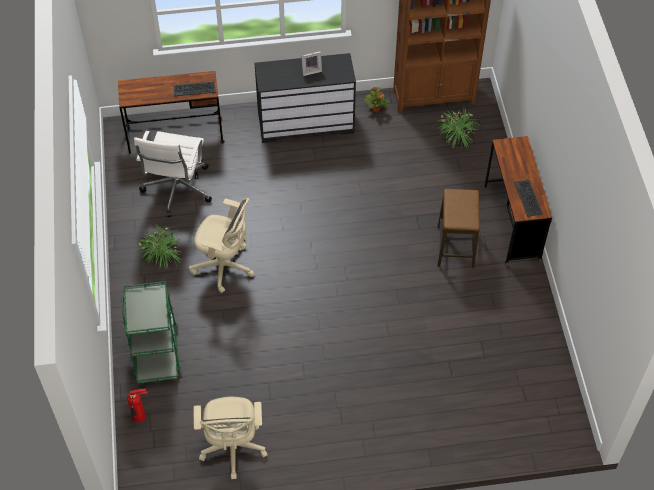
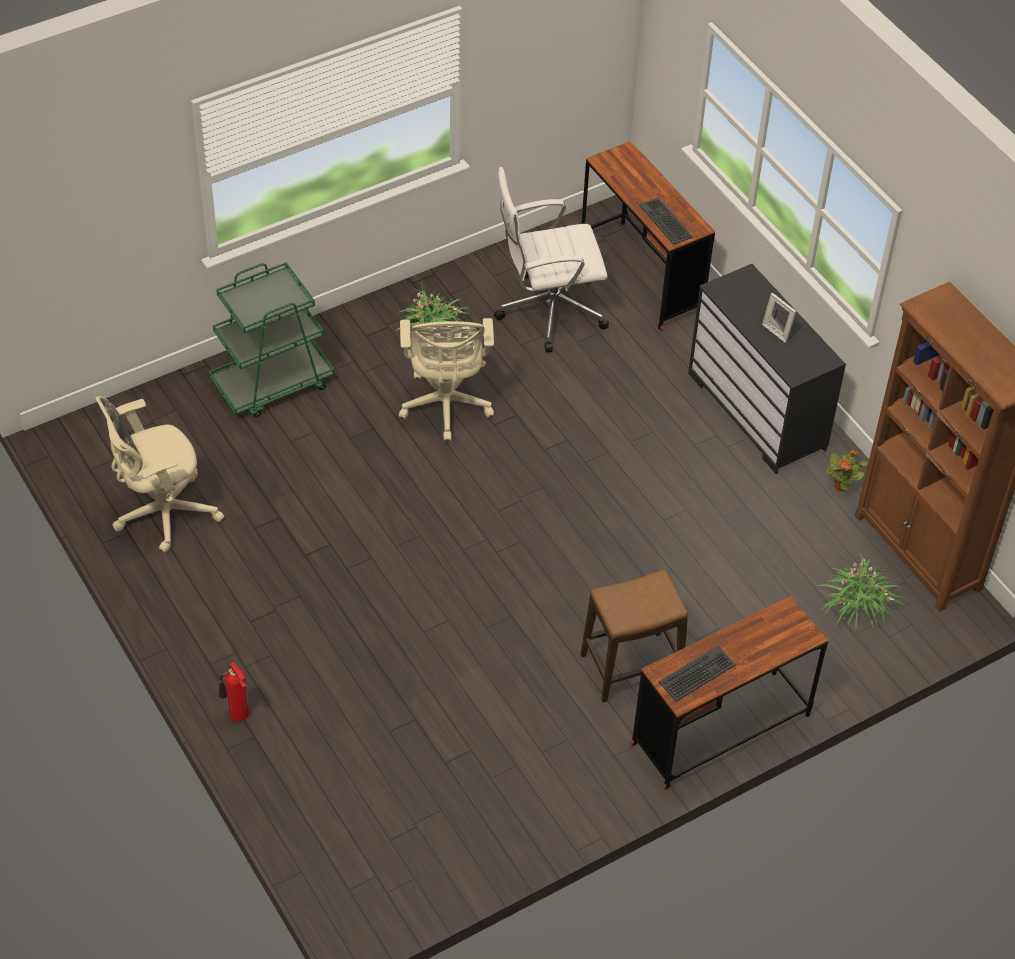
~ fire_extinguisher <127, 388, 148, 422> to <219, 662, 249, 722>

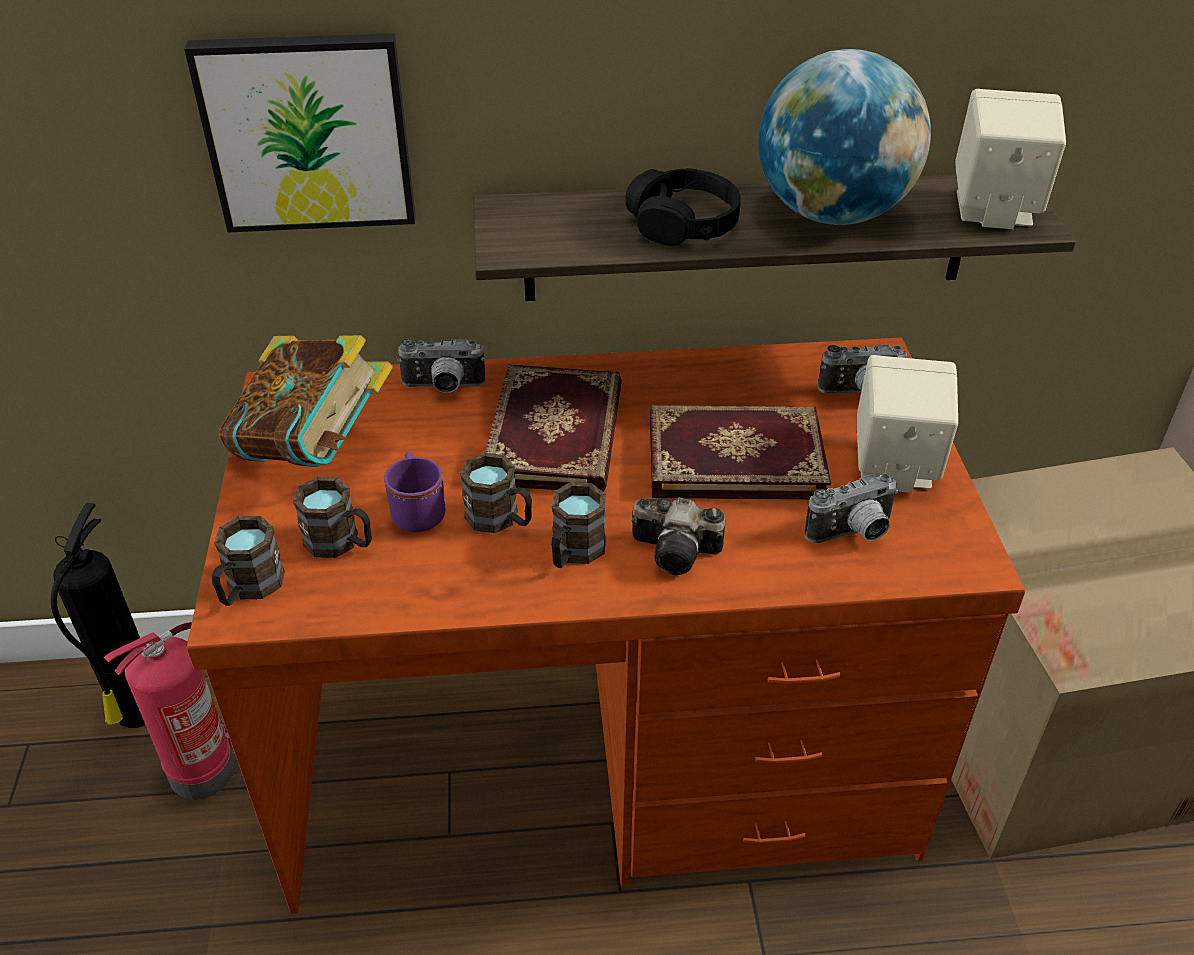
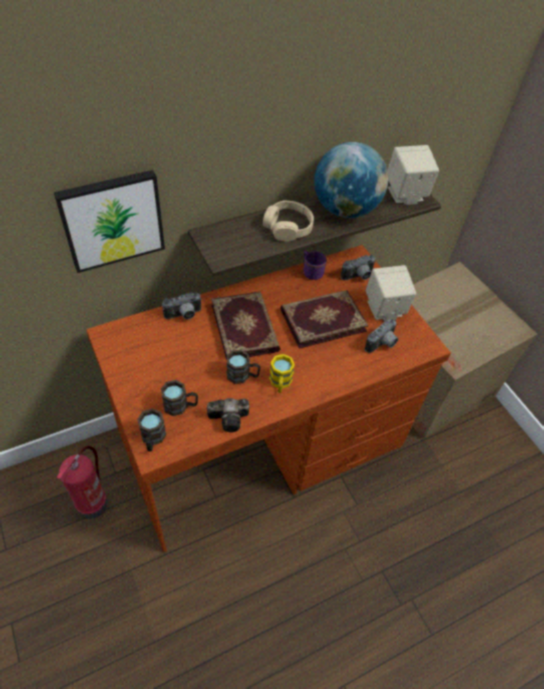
~ black_headphones <625, 168, 741, 246> to beige-coloured_headphones <263, 200, 314, 241>
- volume <219, 335, 393, 467>
~ purple-coloured_tea_mug <384, 452, 445, 532> to <303, 250, 327, 280>
~ brown-coloured_tea_mug <551, 482, 606, 568> to yellow_tea_mug <269, 354, 295, 393>
~ still_camera <632, 497, 726, 575> to <207, 398, 249, 432>
- fire_extinguisher <51, 503, 146, 728>

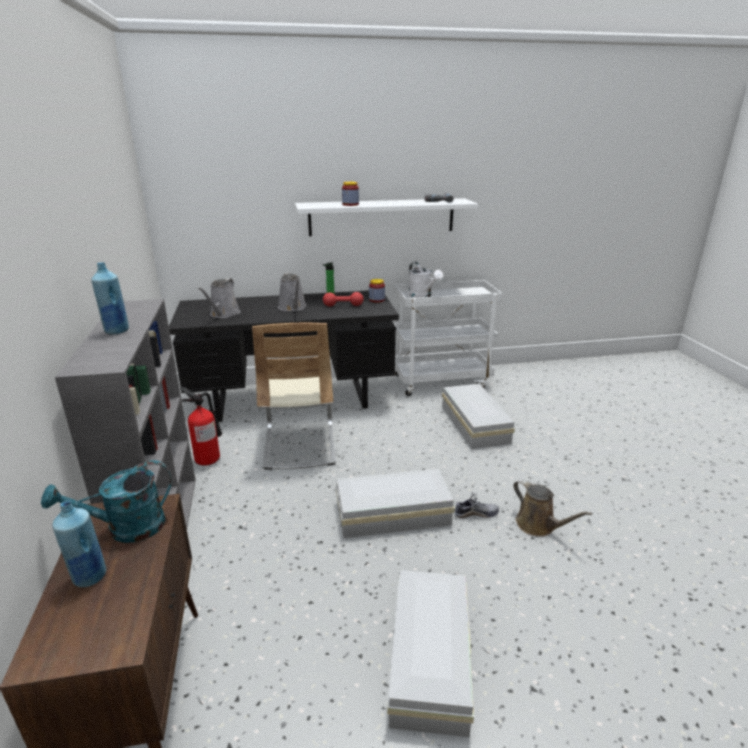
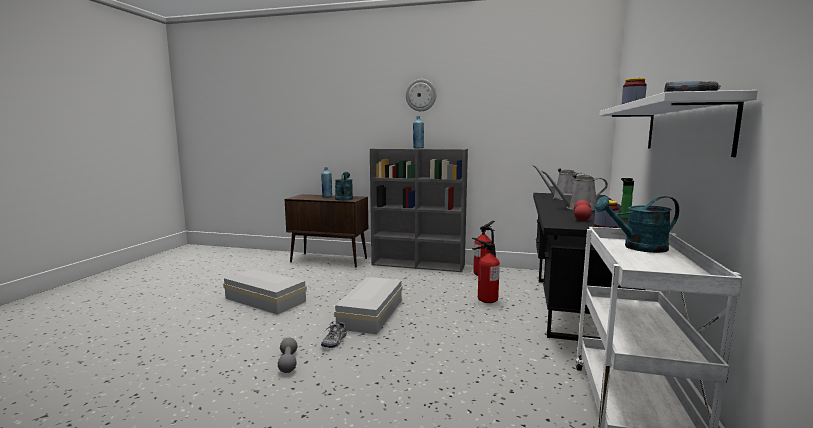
~ white-coloured_watering_pot <408, 262, 443, 298> to turquoise-coloured_watering_pot <595, 196, 679, 253>
~ beige-coloured_chair <252, 323, 336, 470> to fire_extinguisher <472, 238, 500, 303>
- white-coloured_storage_box <442, 384, 515, 449>
~ brown-coloured_watering_pot <513, 479, 592, 537> to grey_hand_weight <278, 338, 298, 373>
+ hanging_clock <406, 79, 436, 111>

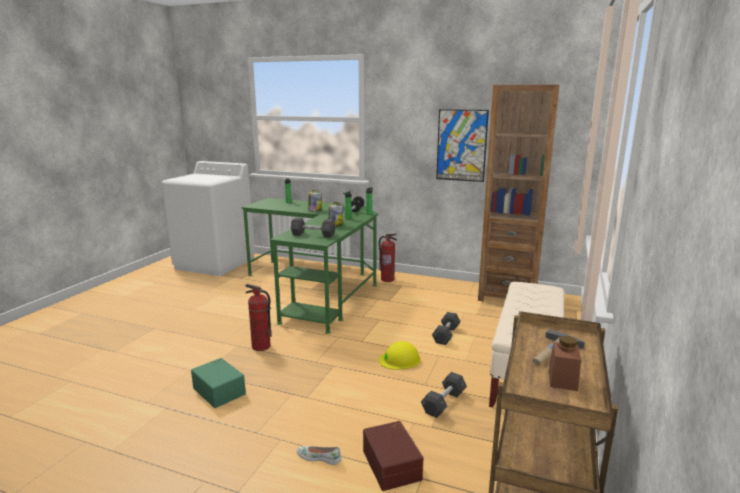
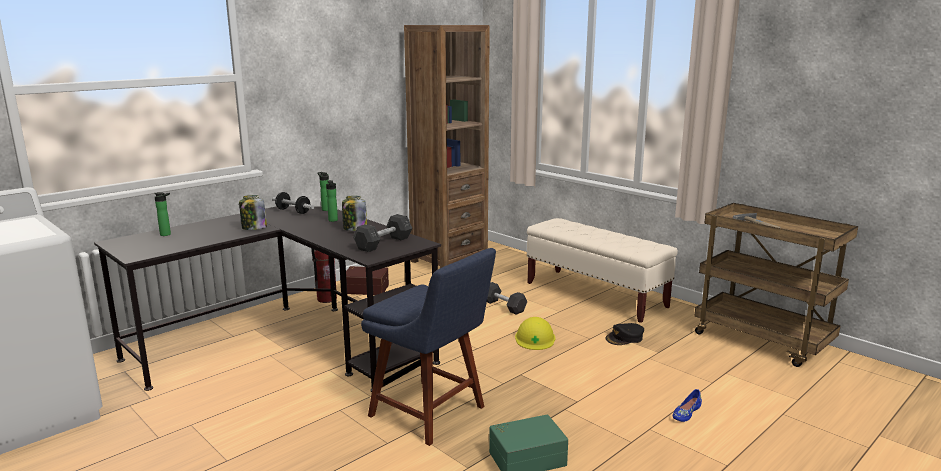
- wall_art <436, 109, 489, 182>
~ green_desk <241, 198, 378, 334> to black_desk <94, 206, 441, 392>
~ fire_extinguisher <245, 284, 272, 351> to blue_chair <361, 248, 496, 446>
- brown-coloured_preserve_jar <549, 336, 581, 391>
~ grey_hand_weight <421, 372, 467, 418> to black_cap <605, 323, 644, 345>
~ brown-coloured_storage_box <363, 421, 423, 491> to <346, 266, 389, 295>
~ white-coloured_item_of_footwear <297, 446, 342, 465> to blue_item_of_footwear <673, 389, 702, 422>

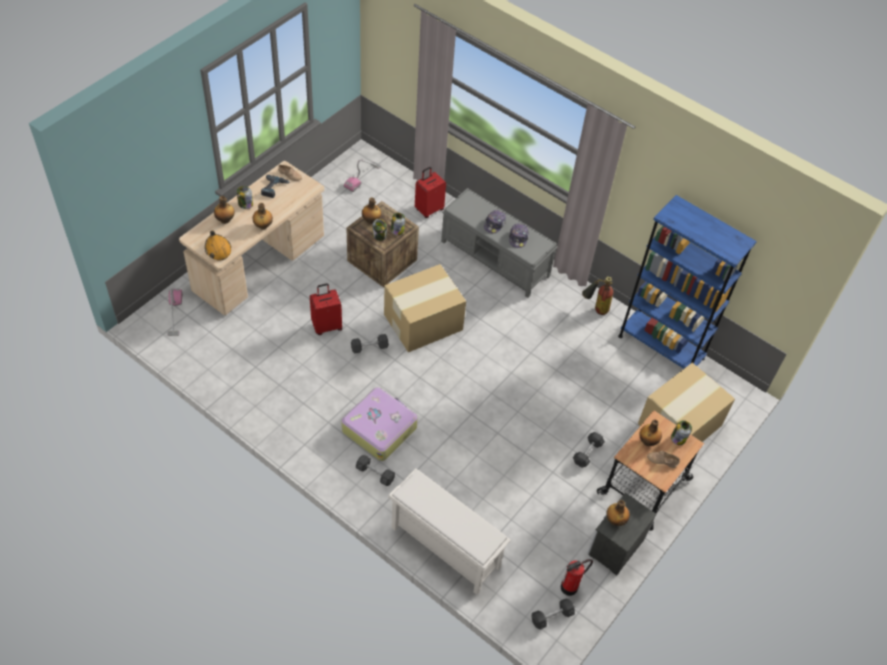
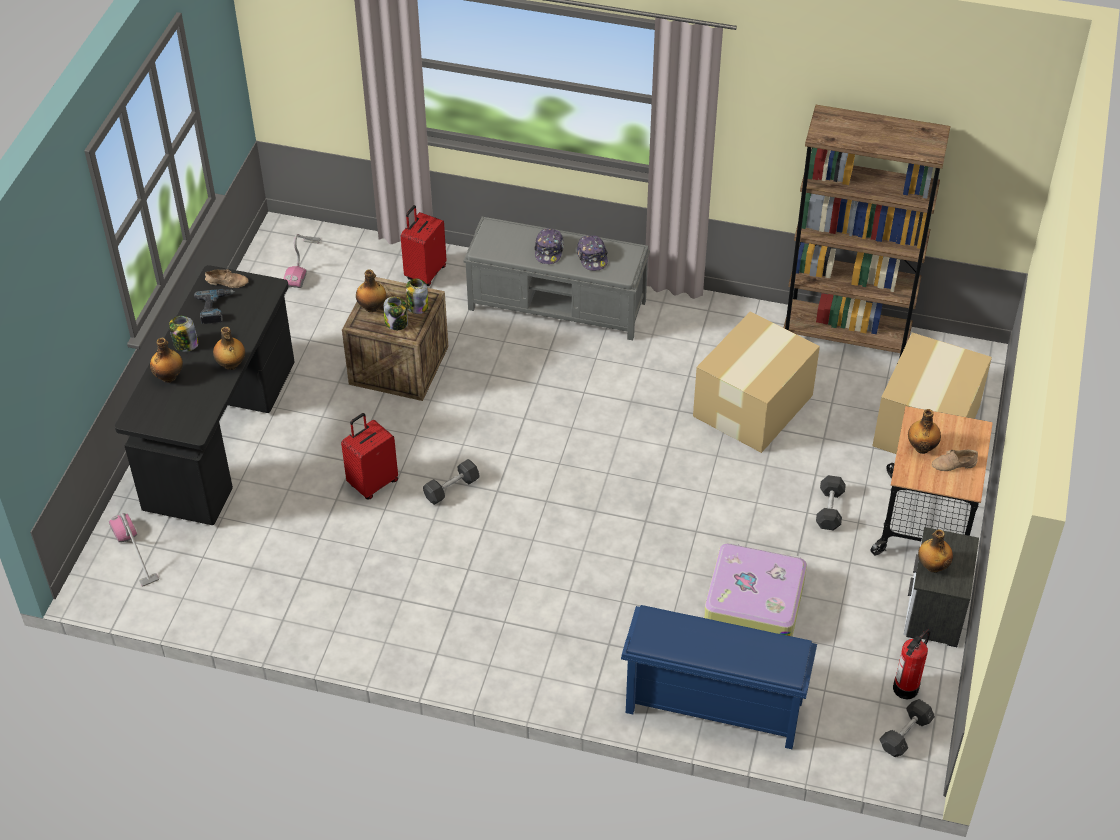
~ beige-coloured_desk <179, 161, 324, 315> to black_desk <115, 265, 295, 525>
~ blue_shelving_unit <618, 195, 757, 369> to brown-coloured_shelving_unit <783, 105, 951, 359>
- orangey_safety_helmet <205, 230, 231, 261>
~ cardboard_box <384, 264, 466, 352> to <693, 311, 820, 453>
- fire_extinguisher <582, 276, 613, 315>
~ piece_of_luggage <341, 387, 418, 461> to <704, 542, 807, 637>
- preserve_jar <671, 420, 692, 445>
- grey_hand_weight <356, 455, 395, 486>
~ white-coloured_shoe_shelf <388, 468, 511, 595> to blue_shoe_shelf <621, 605, 817, 749>

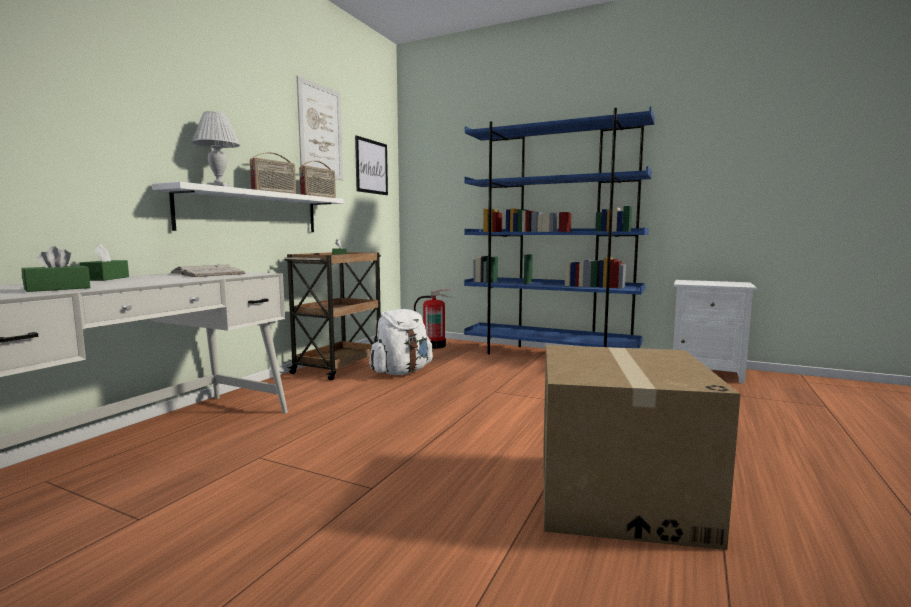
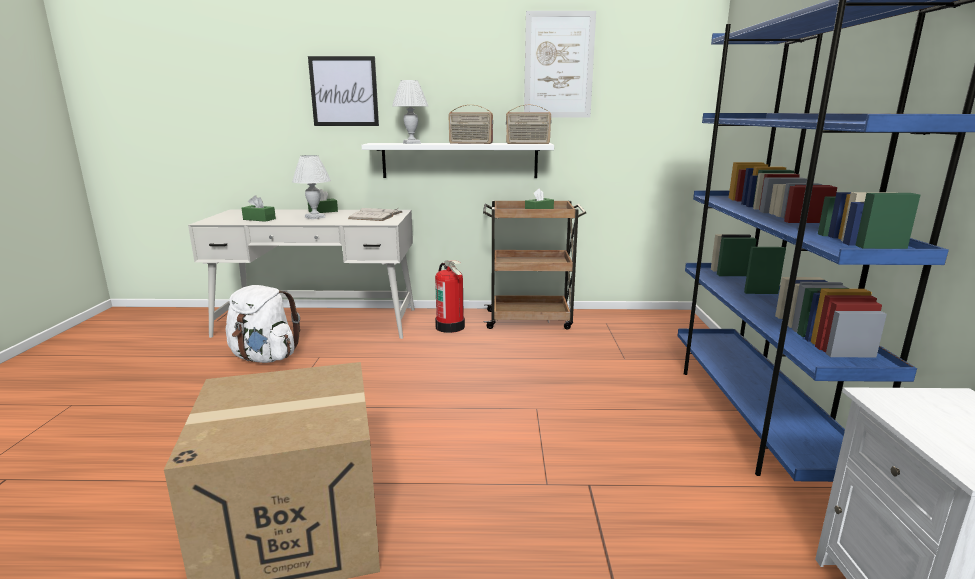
~ wall_art <355, 136, 388, 195> to <308, 56, 379, 126>
~ fire_extinguisher <414, 289, 455, 349> to <435, 260, 465, 333>
~ white-coloured_backpack <369, 309, 433, 375> to <226, 285, 300, 363>
+ white-coloured_table_lamp <292, 155, 331, 219>

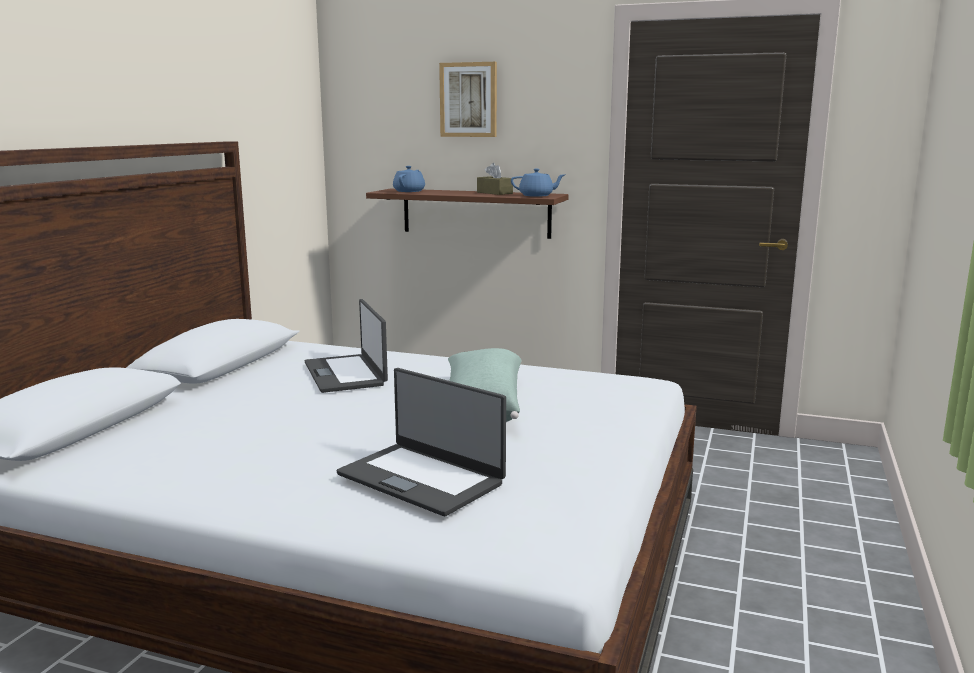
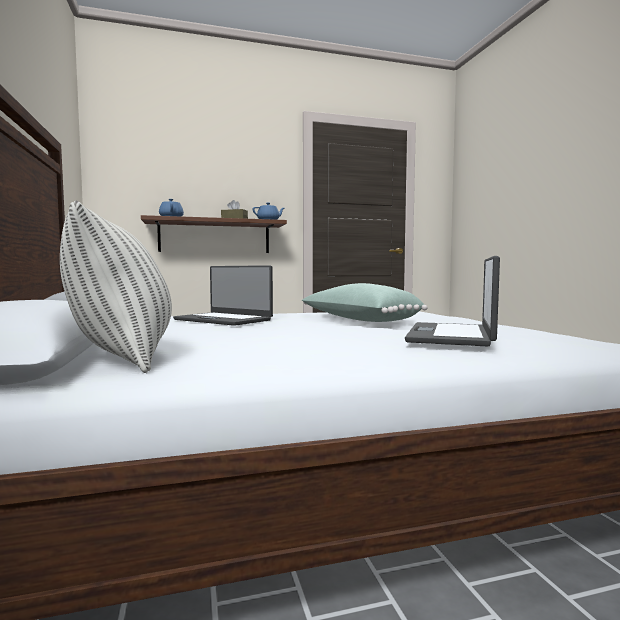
- wall_art <439, 62, 497, 137>
~ portable_computer <336, 368, 506, 516> = <405, 256, 500, 346> 105 degrees clockwise
+ cushion <60, 201, 172, 373>

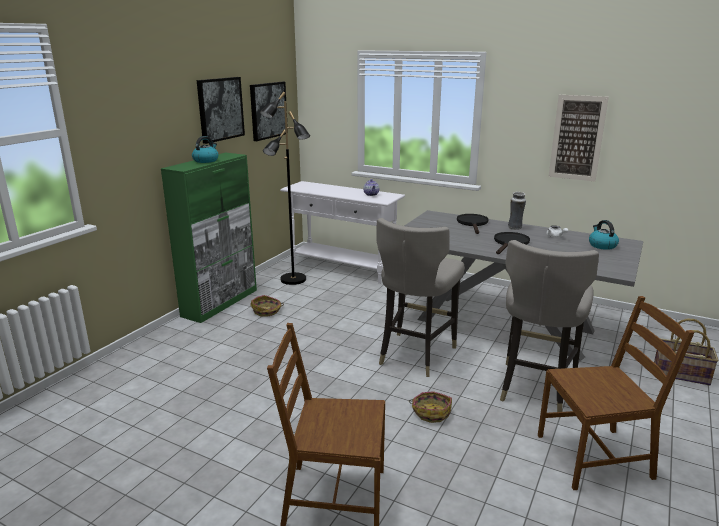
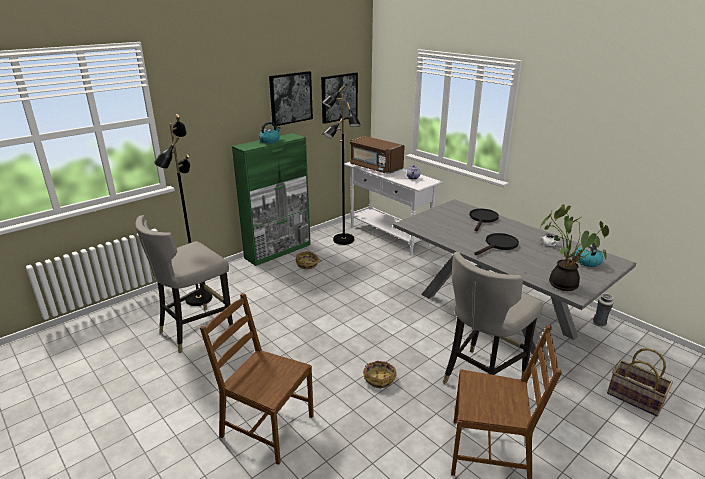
- wall_art <549, 95, 609, 181>
~ decorative_vase <508, 192, 526, 230> to <593, 293, 614, 327>
~ grey_sitting_stool <376, 218, 465, 377> to <135, 215, 233, 353>
+ black_standard_lamp <154, 114, 212, 306>
+ brown-coloured_kitchen_microwave <350, 136, 405, 174>
+ potted_plant <540, 204, 609, 291>

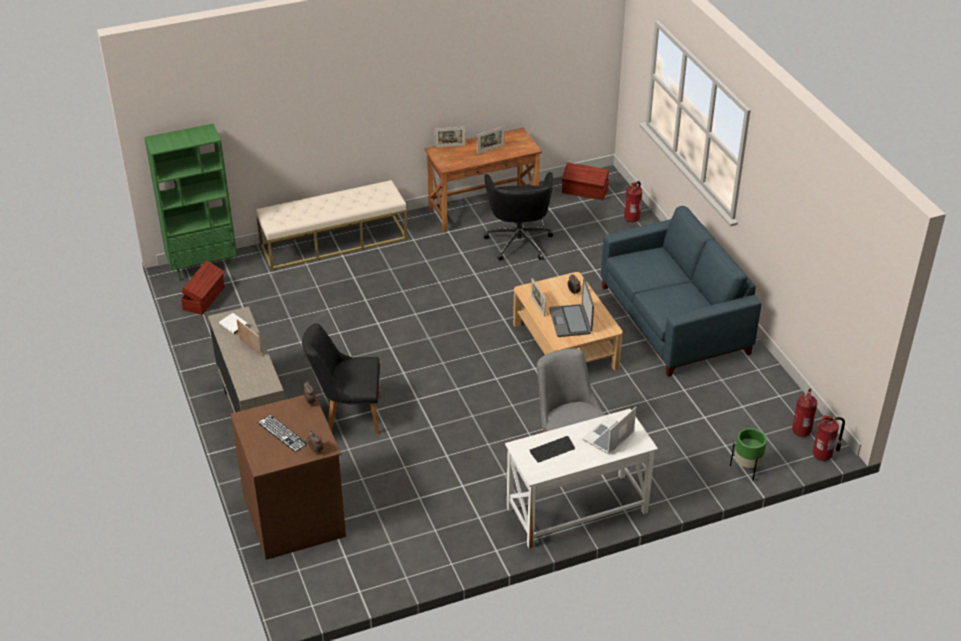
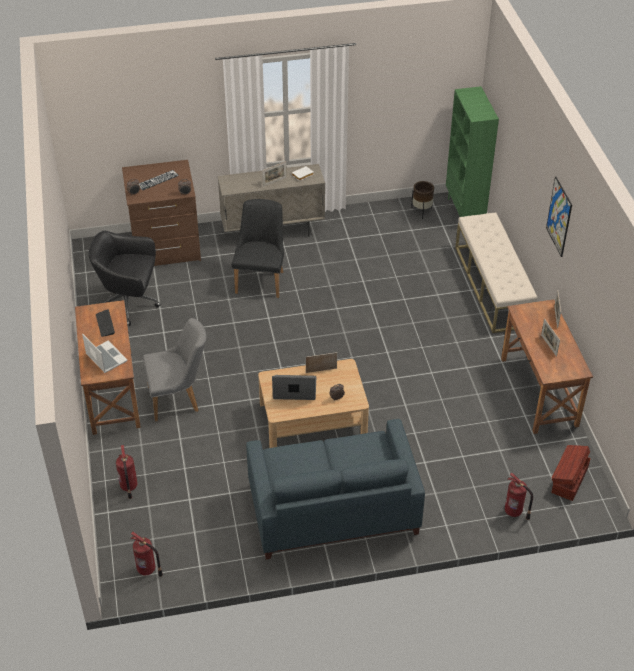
~ black_office_chair <484, 172, 553, 261> to <89, 230, 160, 326>
~ brown-coloured_storage_box <181, 260, 225, 315> to brown-coloured_plant_pot <411, 181, 434, 219>
~ white-coloured_desk <505, 409, 658, 549> to brown-coloured_desk <75, 300, 141, 435>
~ fire_extinguisher <813, 416, 845, 461> to <116, 445, 137, 499>
- green_plant_pot <730, 428, 767, 481>
+ wall_art <546, 177, 572, 257>

